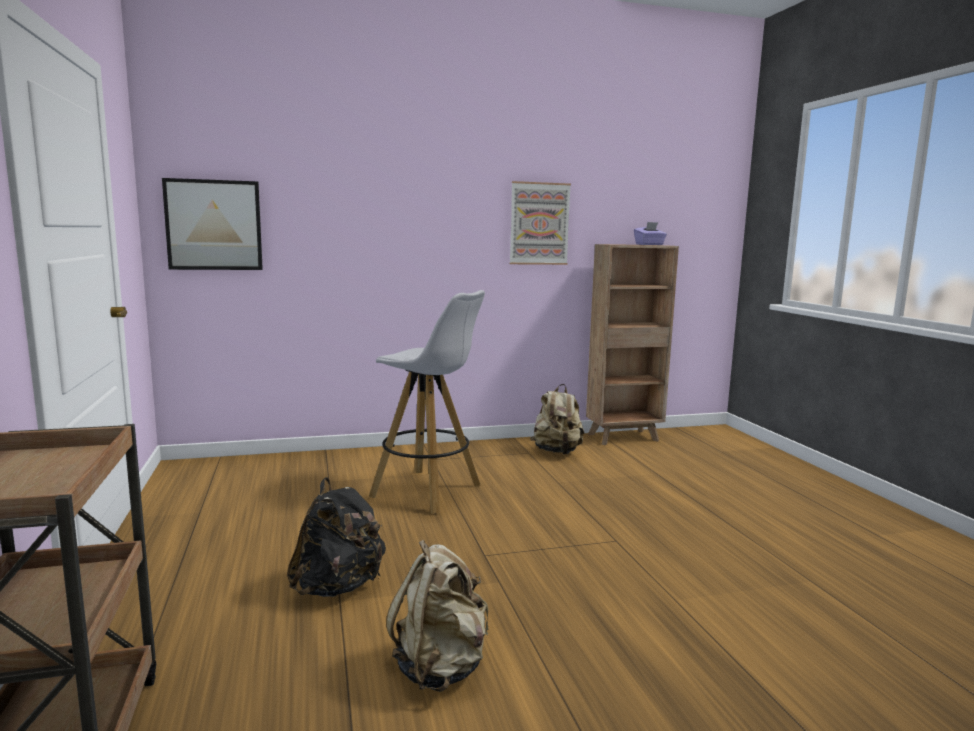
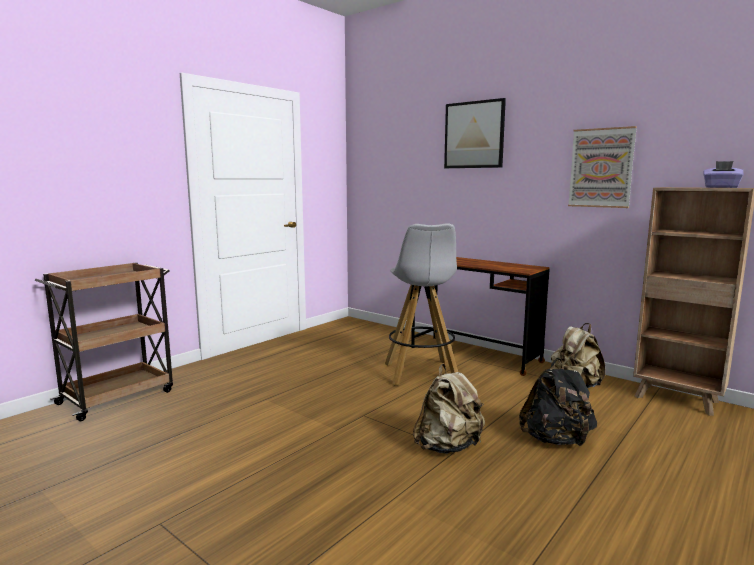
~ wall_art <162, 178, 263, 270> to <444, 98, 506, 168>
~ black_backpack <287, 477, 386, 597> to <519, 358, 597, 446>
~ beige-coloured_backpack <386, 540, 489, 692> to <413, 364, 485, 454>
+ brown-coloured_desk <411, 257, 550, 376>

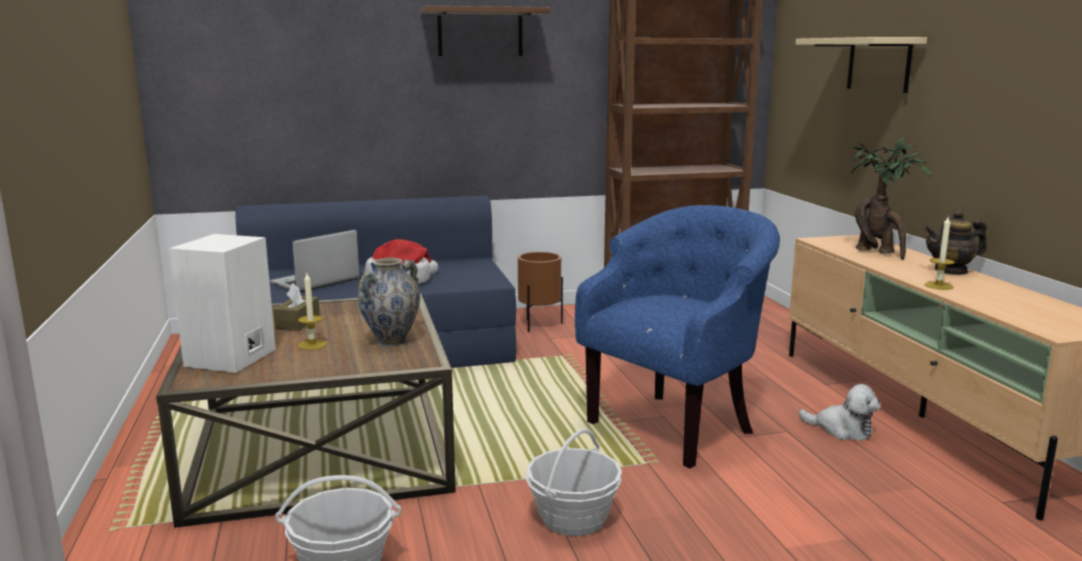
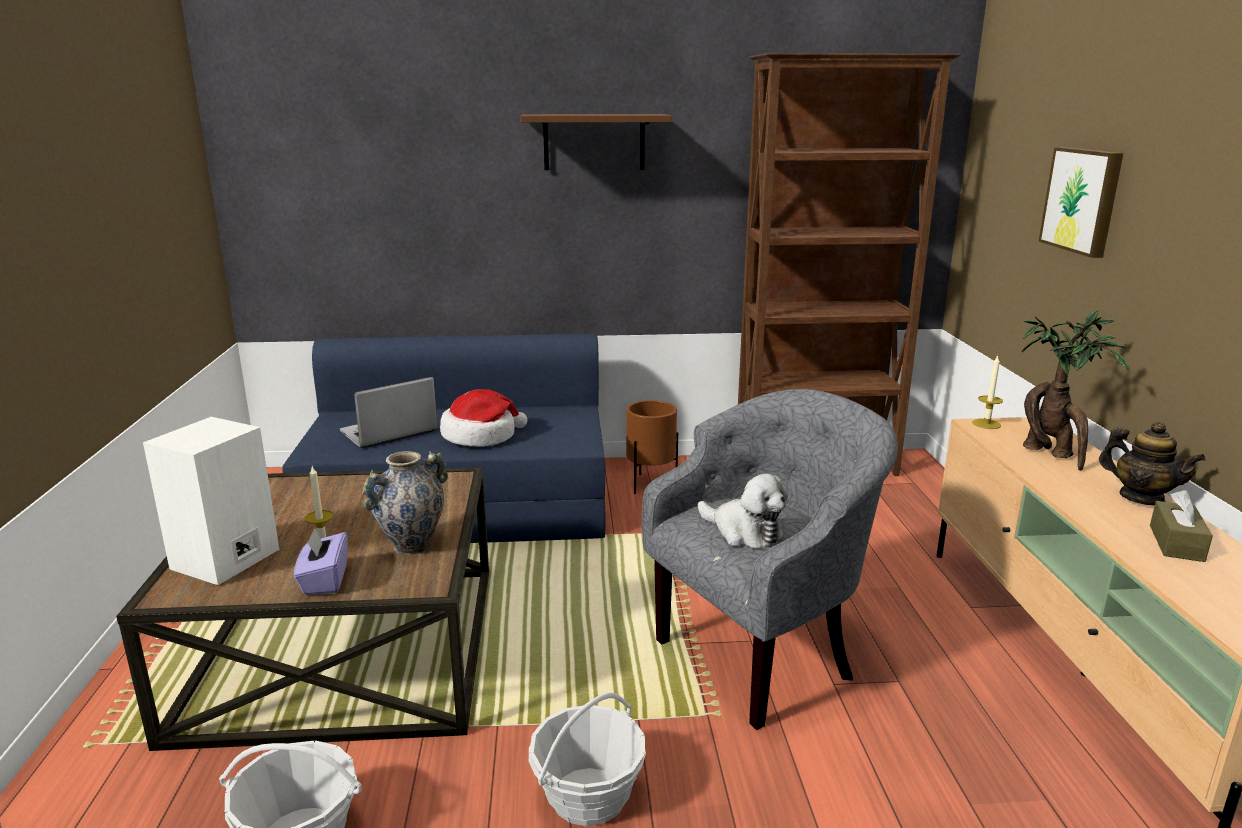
~ beige-coloured_shelf <796, 37, 927, 93> to wall_art <1039, 147, 1123, 258>
~ blue_easy_chair <575, 205, 780, 468> to grey_easy_chair <642, 389, 898, 730>
~ pot_for_tea <924, 210, 987, 275> = <1099, 421, 1206, 506> 135 degrees counterclockwise
~ wax_light <925, 217, 955, 290> to <972, 355, 1003, 429>
~ brown-coloured_tissue_holder <273, 283, 320, 331> to <1150, 490, 1213, 562>
~ plush_toy <799, 384, 880, 441> to <698, 474, 788, 548>
+ purple-coloured_tissue_holder <294, 528, 348, 595>

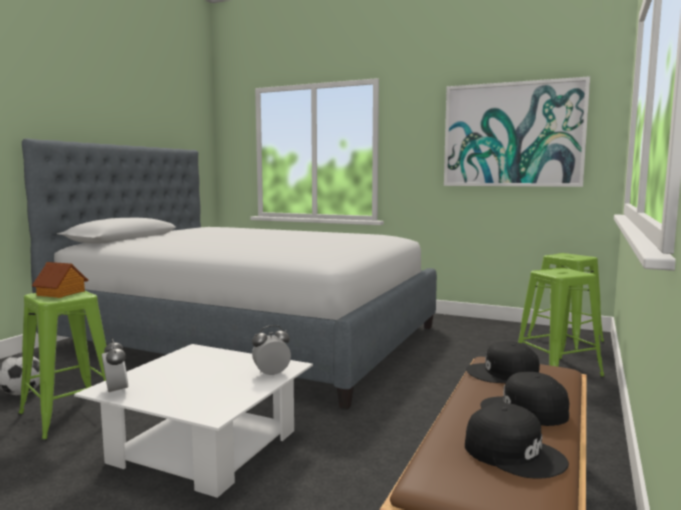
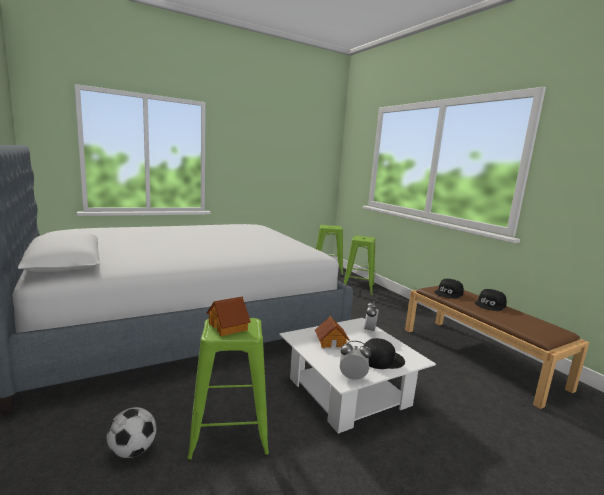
- wall_art <444, 76, 590, 187>
~ black_cap <465, 403, 569, 479> to <364, 338, 405, 369>
+ toy_house <315, 316, 350, 348>

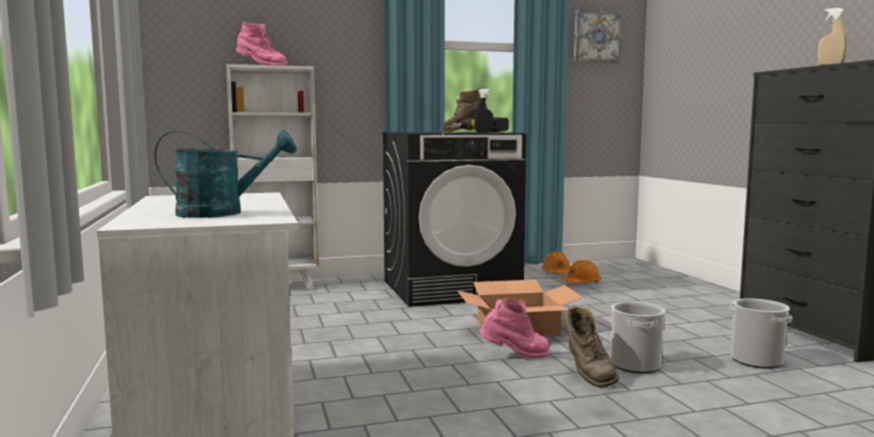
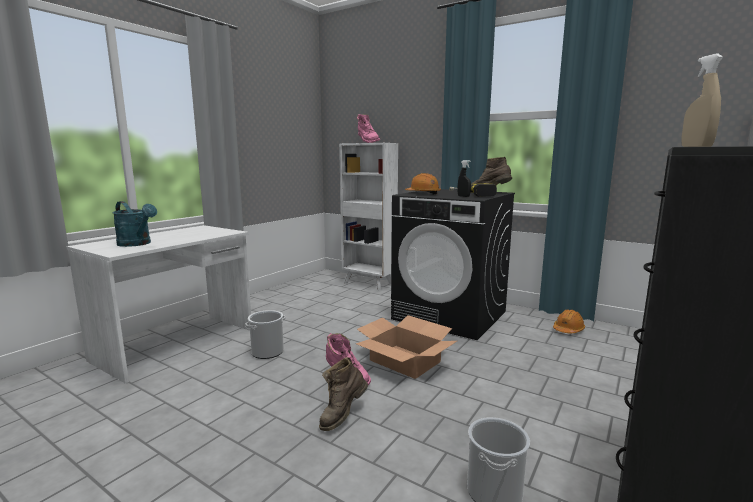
- wall_art <574, 10, 622, 63>
~ orangey_safety_helmet <562, 260, 601, 283> to <405, 173, 441, 194>
~ pail <611, 302, 666, 373> to <245, 310, 286, 359>

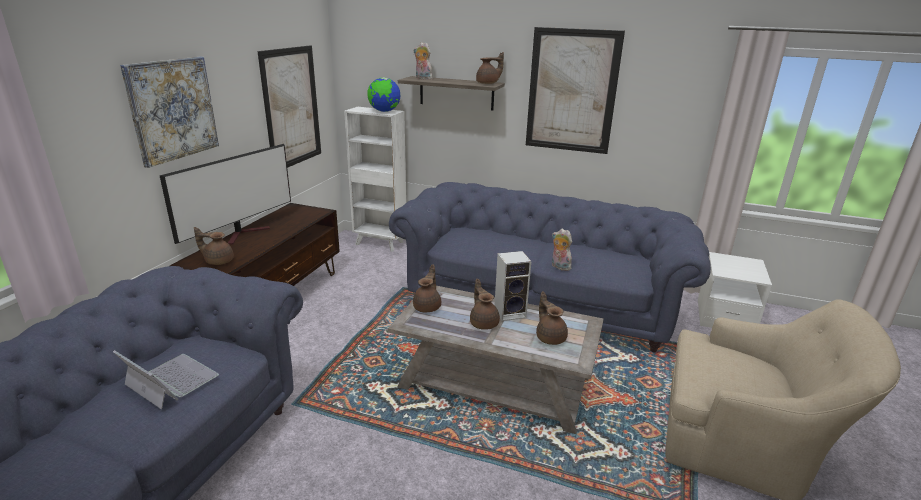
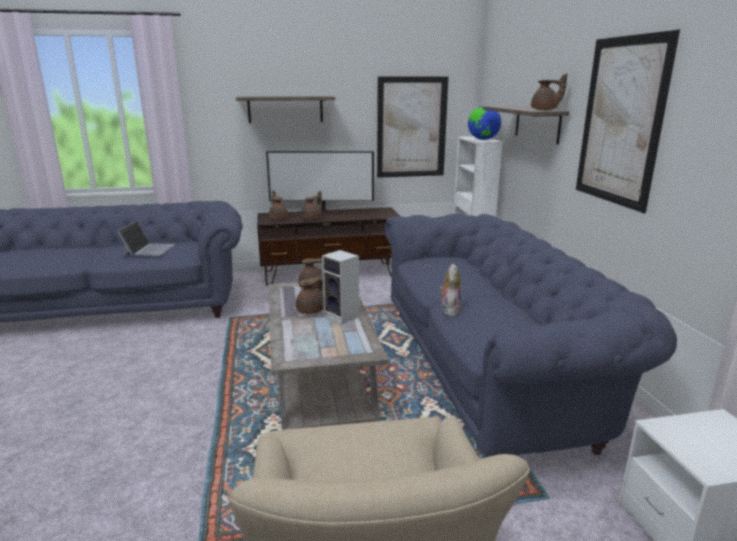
- plush_toy <414, 42, 432, 80>
~ wall_art <120, 56, 219, 168> to shelf <236, 96, 335, 123>
~ brown-coloured_pot_for_tea <536, 292, 568, 345> to <302, 191, 322, 220>

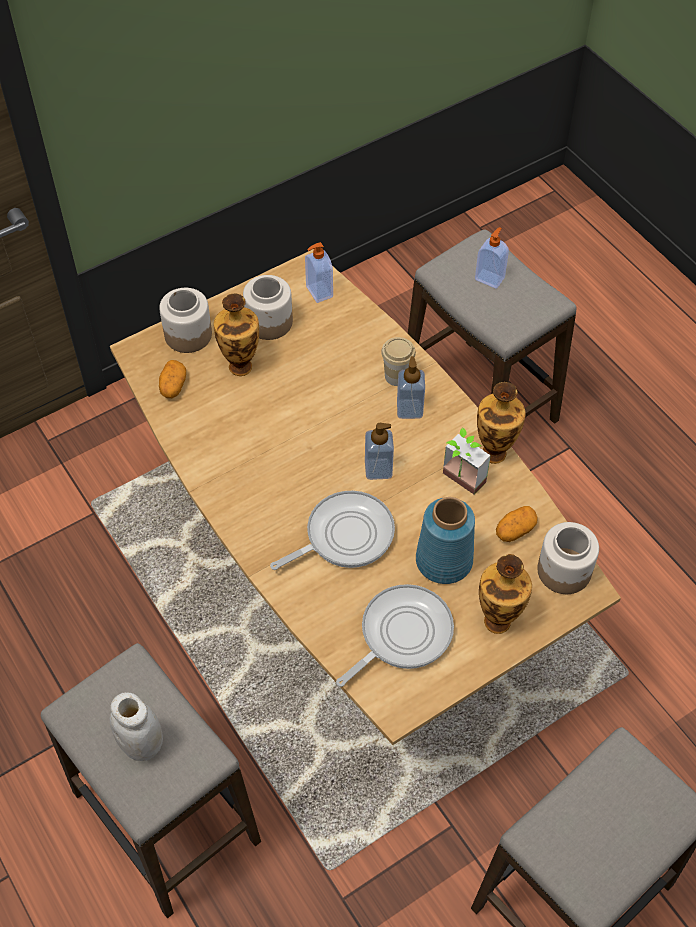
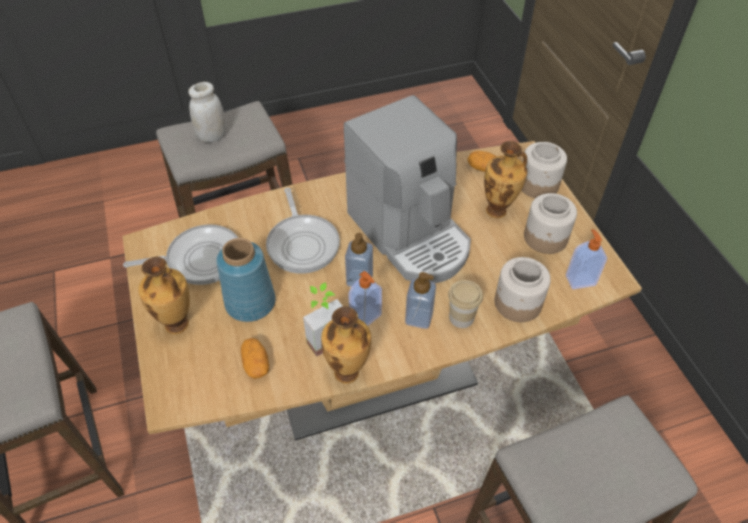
~ soap_dispenser <475, 227, 509, 289> to <348, 271, 382, 326>
~ preserve_jar <537, 522, 599, 594> to <495, 257, 551, 322>
~ pan <336, 584, 454, 687> = <123, 224, 238, 285> 75 degrees counterclockwise
+ coffee_maker <344, 95, 471, 283>

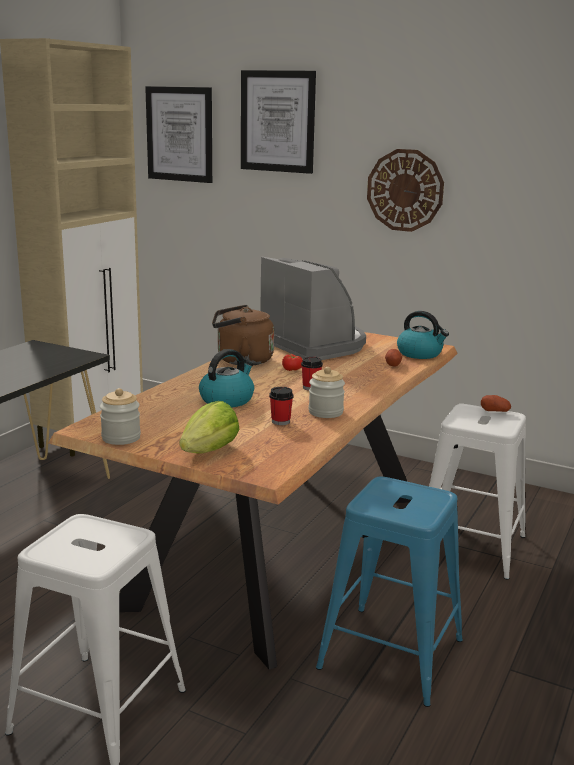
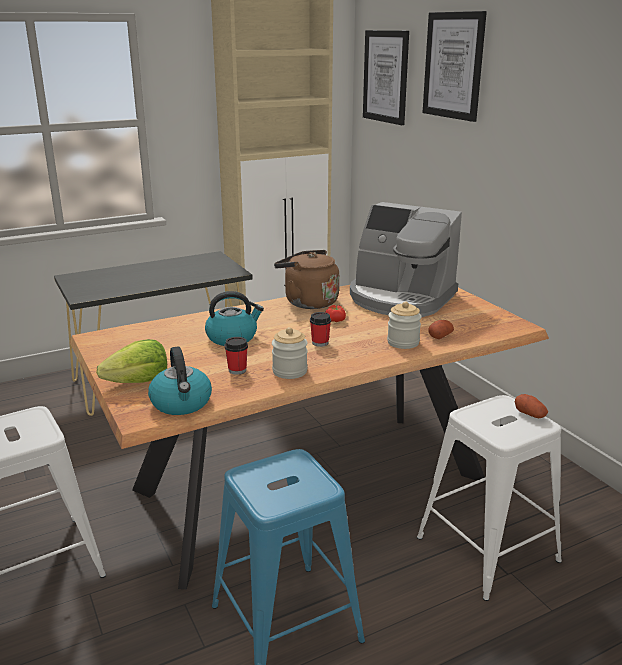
- hanging_clock <367, 149, 444, 232>
~ coffee_maker <260, 257, 366, 360> = <350, 202, 462, 317> 120 degrees clockwise
~ kettle <397, 311, 449, 359> to <148, 346, 212, 415>
~ preserve_jar <100, 388, 141, 445> to <387, 302, 421, 349>

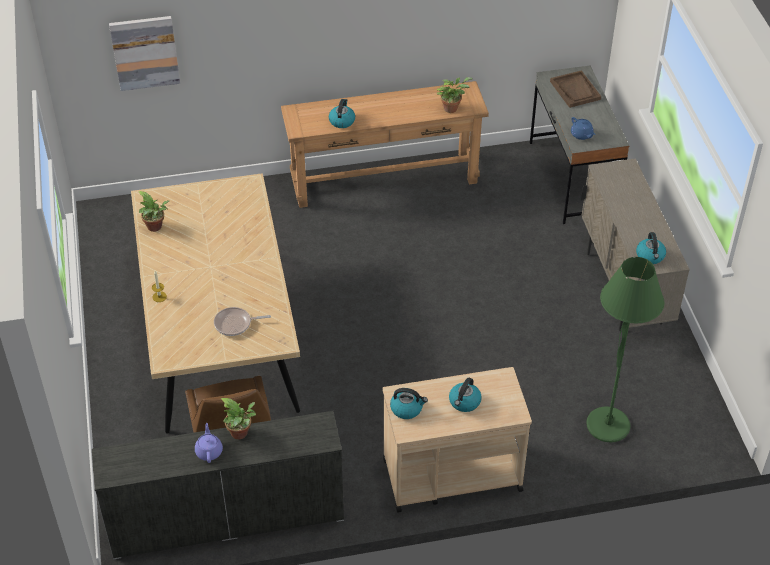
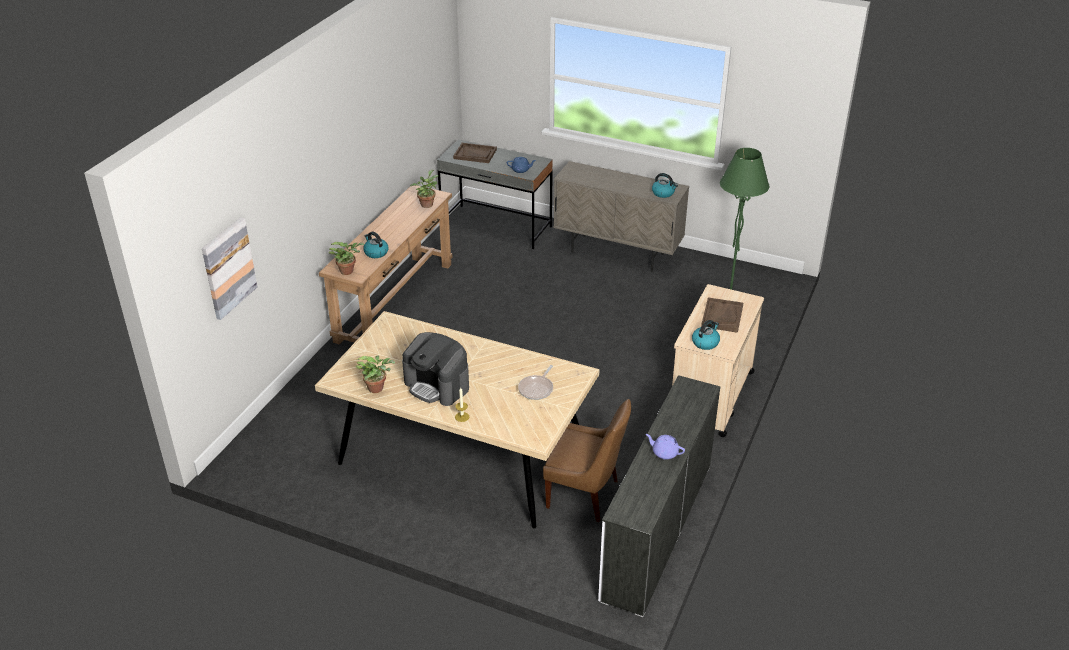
~ kettle <449, 377, 482, 412> to brown-coloured_serving_tray <701, 297, 743, 333>
~ potted_plant <220, 398, 256, 440> to <329, 242, 364, 275>
+ coffee_maker <402, 332, 469, 406>

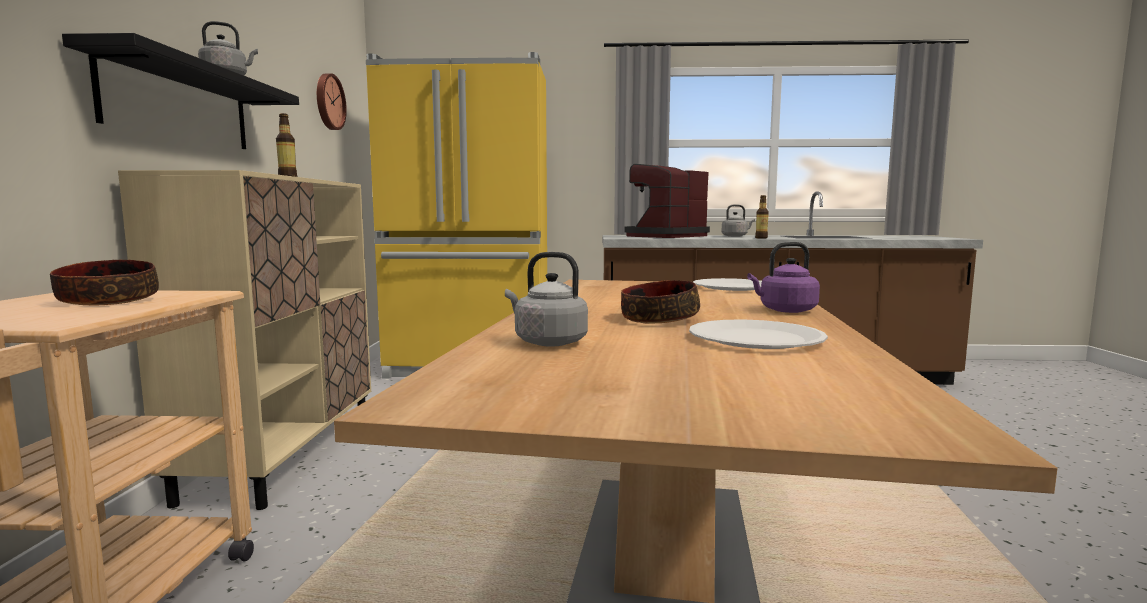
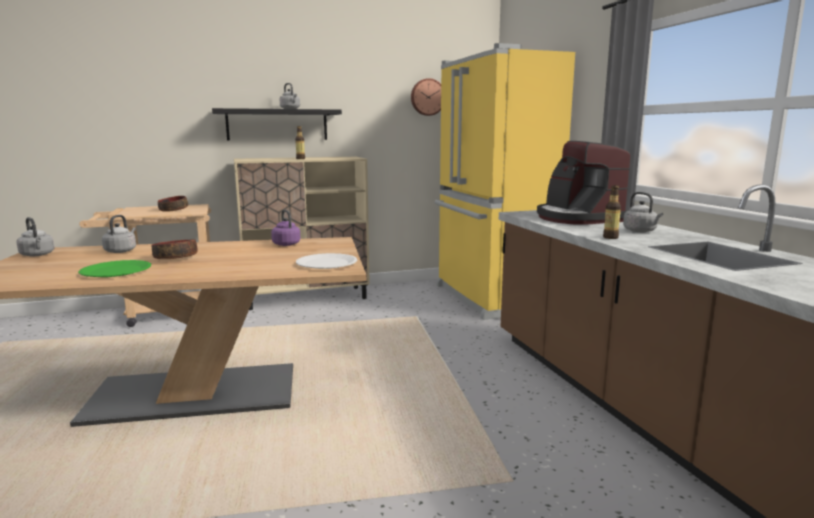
~ coffee_maker <624, 164, 710, 238> = <537, 141, 631, 225> 135 degrees counterclockwise
~ purple-coloured_kettle <747, 242, 820, 313> to <271, 210, 300, 246>
~ white-coloured_plate <689, 319, 828, 349> to green_plate <78, 260, 151, 277>
+ grey_kettle <17, 217, 55, 257>

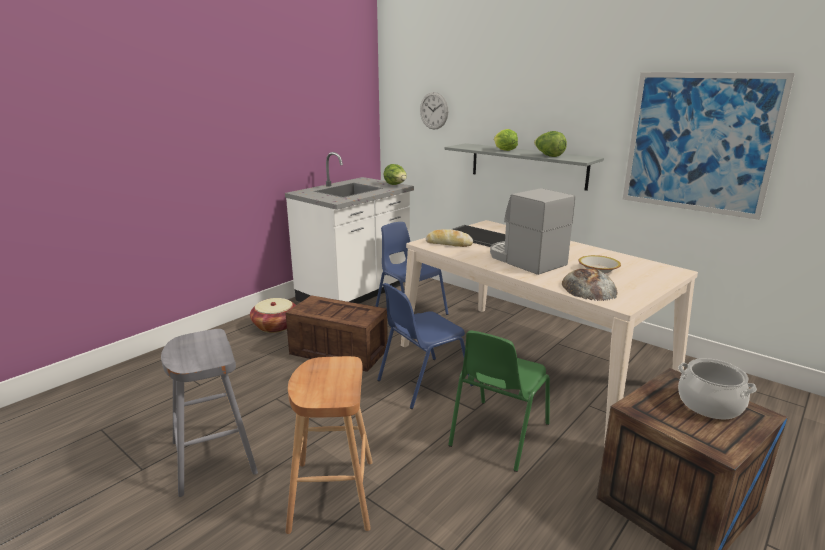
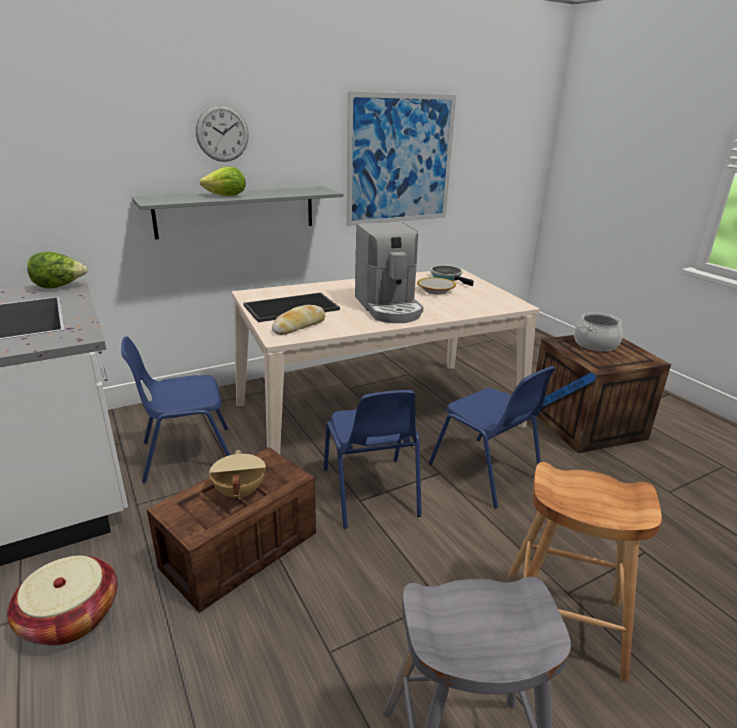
~ hanging_clock <420, 92, 448, 130> to <196, 104, 249, 162>
- lettuce_head <534, 131, 567, 157>
~ coffee_maker <490, 188, 575, 275> = <355, 222, 423, 323> 90 degrees counterclockwise
- bread <562, 269, 618, 301>
~ green_chair <448, 330, 550, 472> to blue_chair <429, 366, 556, 508>
+ pan <430, 265, 474, 286>
+ beige-coloured_saucepot <209, 450, 266, 500>

